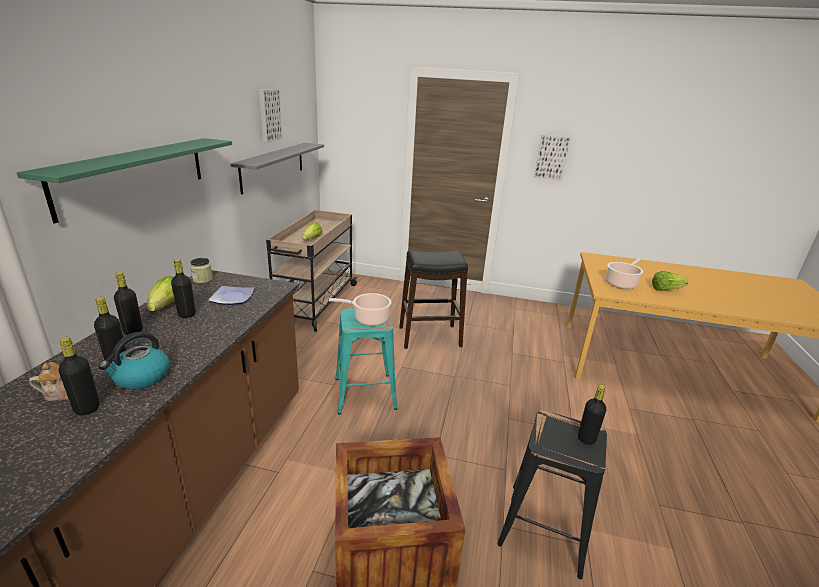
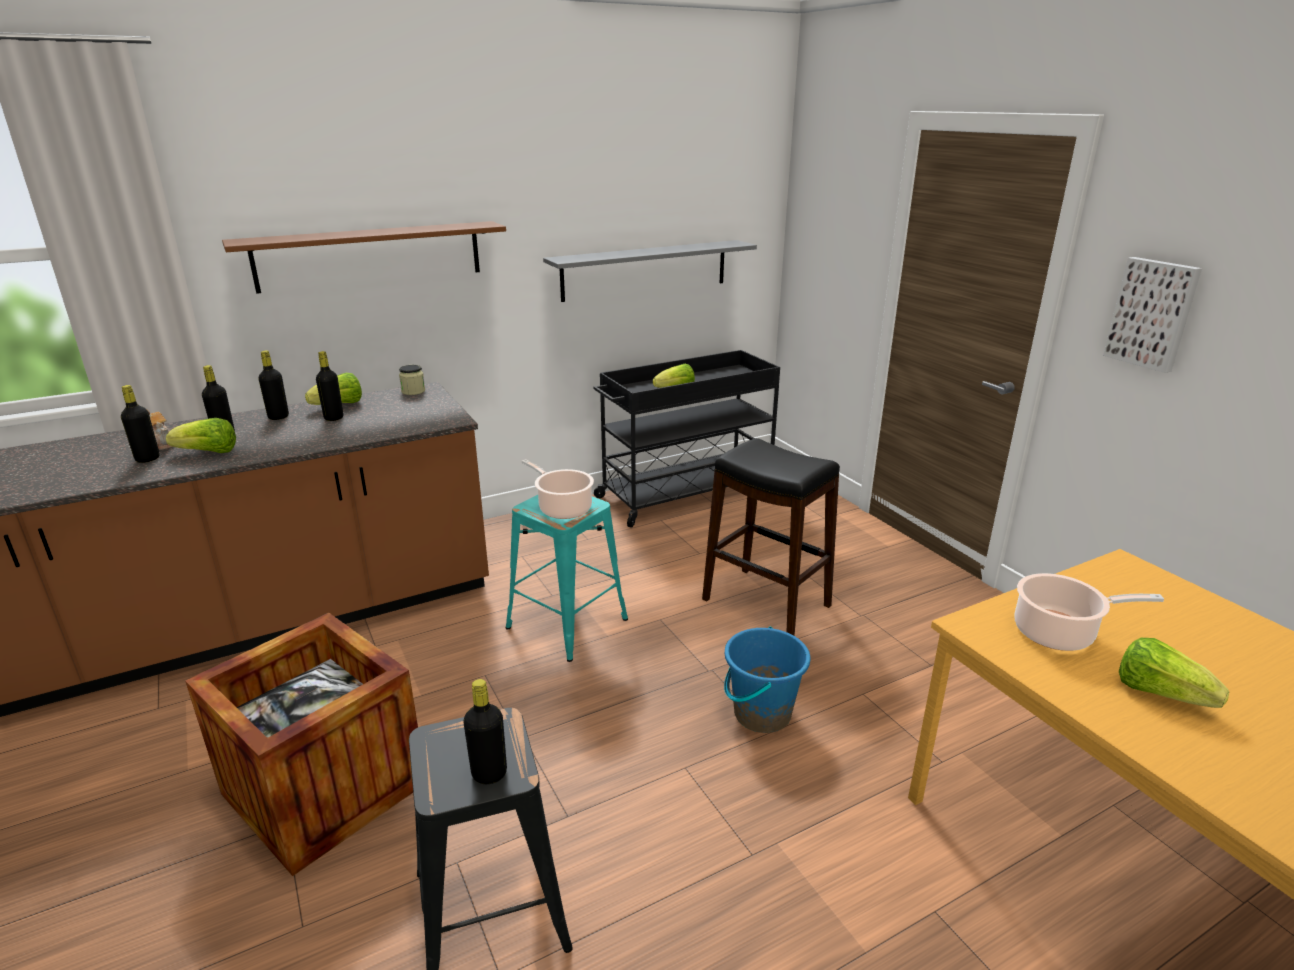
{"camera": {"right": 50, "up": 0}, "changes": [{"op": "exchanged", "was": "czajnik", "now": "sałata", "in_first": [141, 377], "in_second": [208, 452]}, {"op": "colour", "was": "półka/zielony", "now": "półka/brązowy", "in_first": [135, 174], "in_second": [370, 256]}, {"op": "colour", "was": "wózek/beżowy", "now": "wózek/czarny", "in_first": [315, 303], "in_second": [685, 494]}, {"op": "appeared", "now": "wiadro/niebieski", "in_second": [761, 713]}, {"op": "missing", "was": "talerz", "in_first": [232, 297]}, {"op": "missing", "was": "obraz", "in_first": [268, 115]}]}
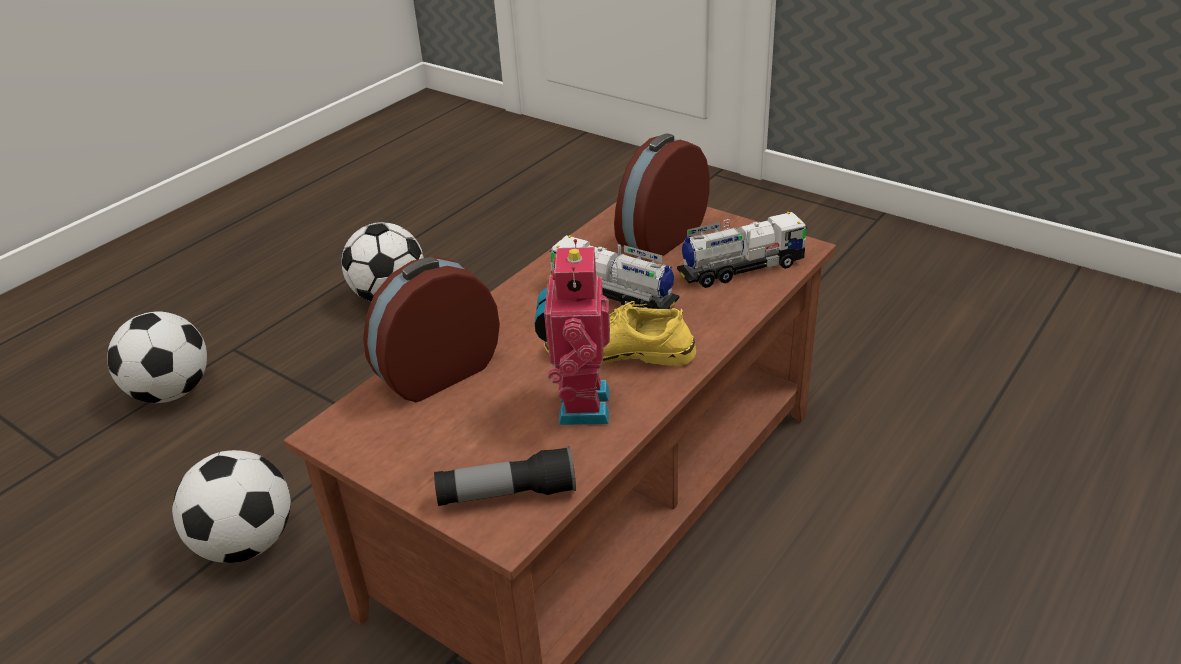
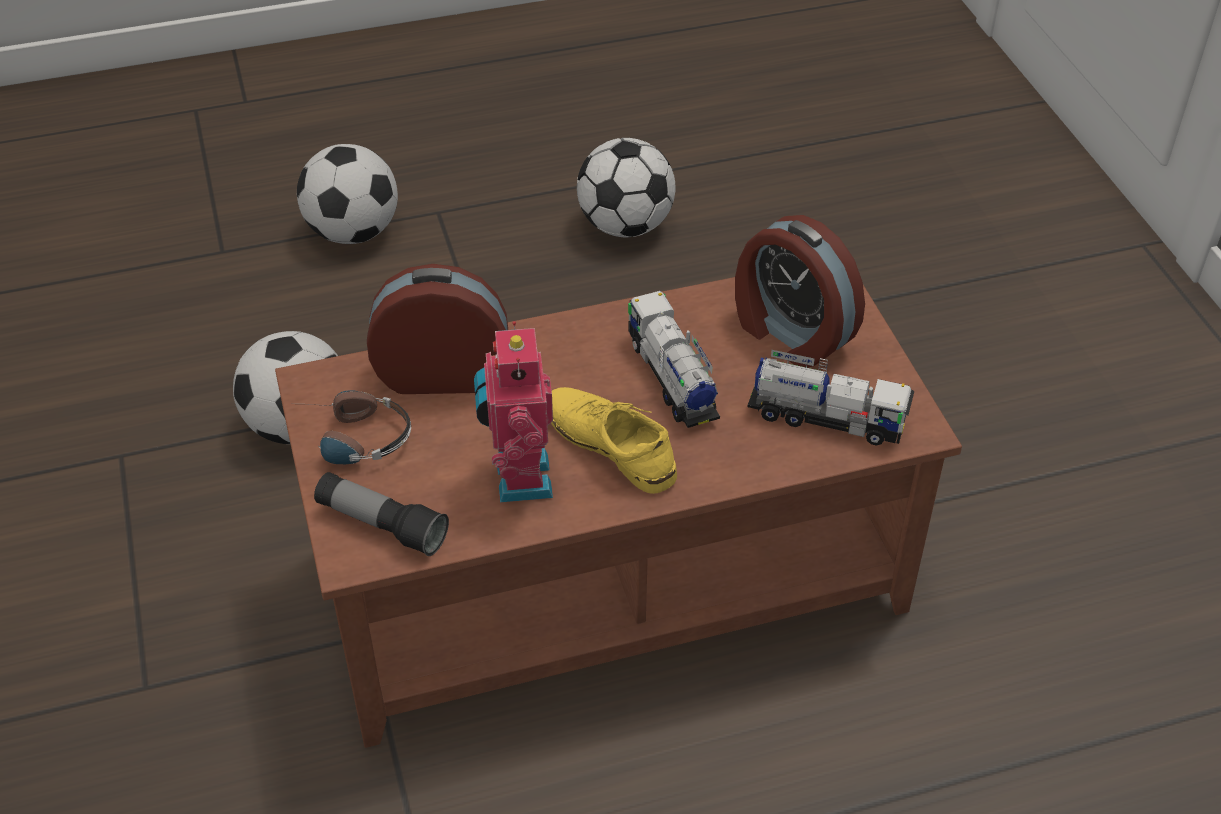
{"camera": {"right": 35, "up": 10}, "changes": [{"op": "appeared", "now": "słuchawki", "in_second": [349, 439]}, {"op": "spun", "was": "robot zabawkowy", "in_first": [579, 406], "in_second": [518, 478], "clockwise": -45}, {"op": "spun", "was": "budzik", "in_first": [659, 237], "in_second": [790, 334], "clockwise": -120}]}
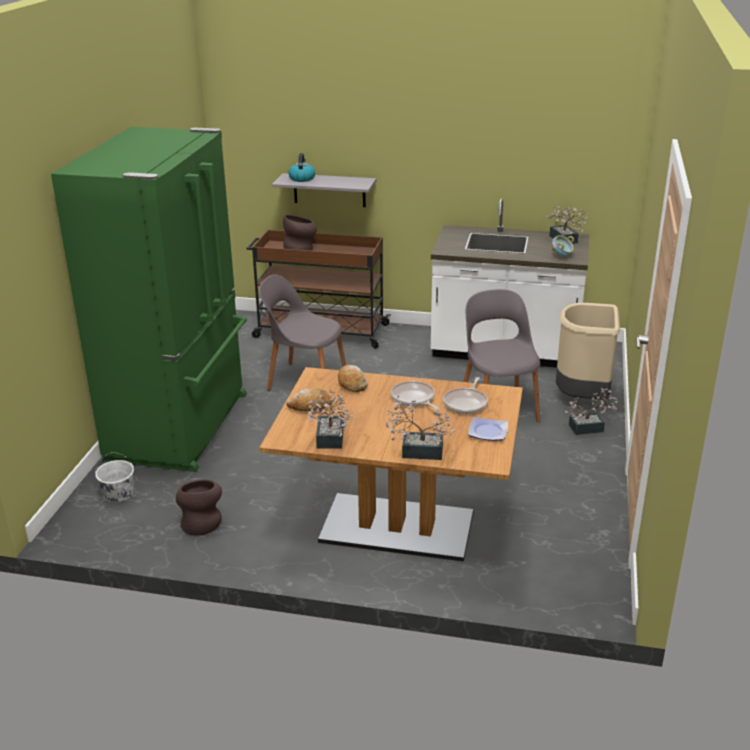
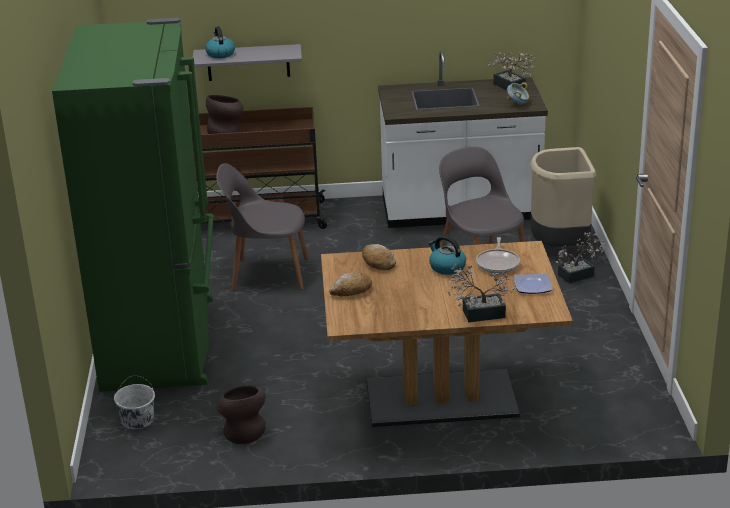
{"camera": {"right": -15, "up": 0}, "changes": [{"op": "exchanged", "was": "patelnia", "now": "czajnik", "in_first": [414, 399], "in_second": [446, 267]}, {"op": "missing", "was": "roślina doniczkowa", "in_first": [329, 440]}]}
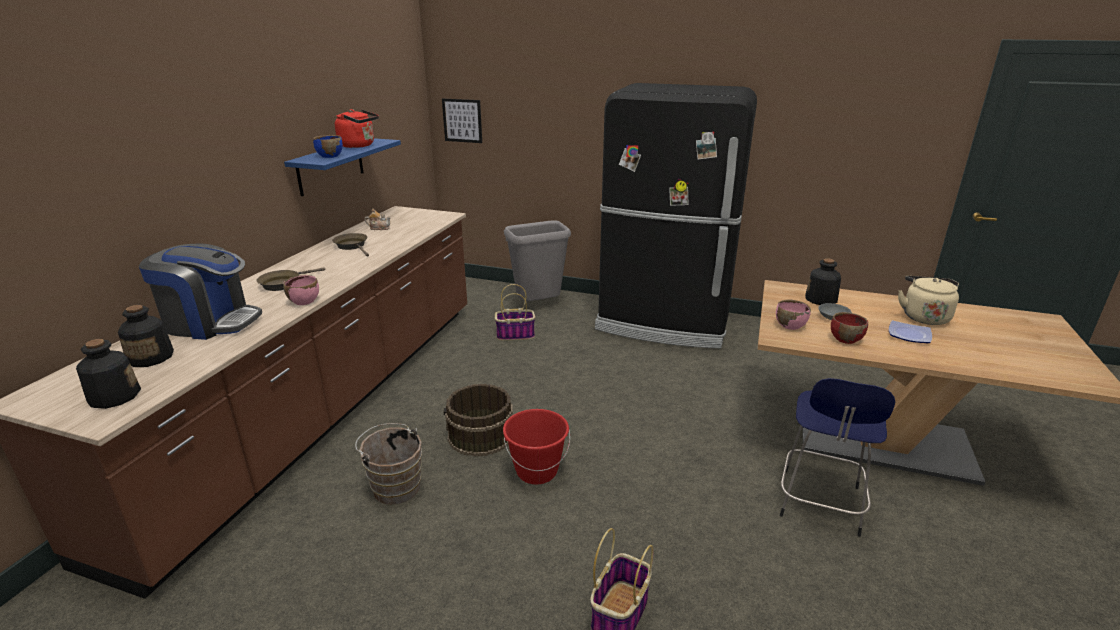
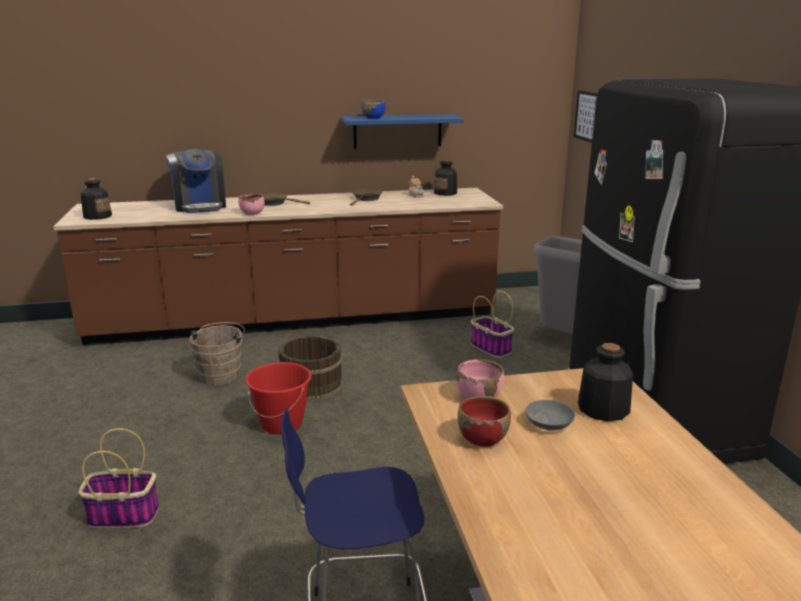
{"camera": {"right": 60, "up": -5}, "changes": [{"op": "relocated", "was": "butelka", "in_first": [151, 357], "in_second": [445, 193]}, {"op": "missing", "was": "czajnik/czerwony", "in_first": [359, 145]}, {"op": "missing", "was": "talerz", "in_first": [910, 335]}, {"op": "missing", "was": "czajnik/beżowy", "in_first": [924, 316]}]}
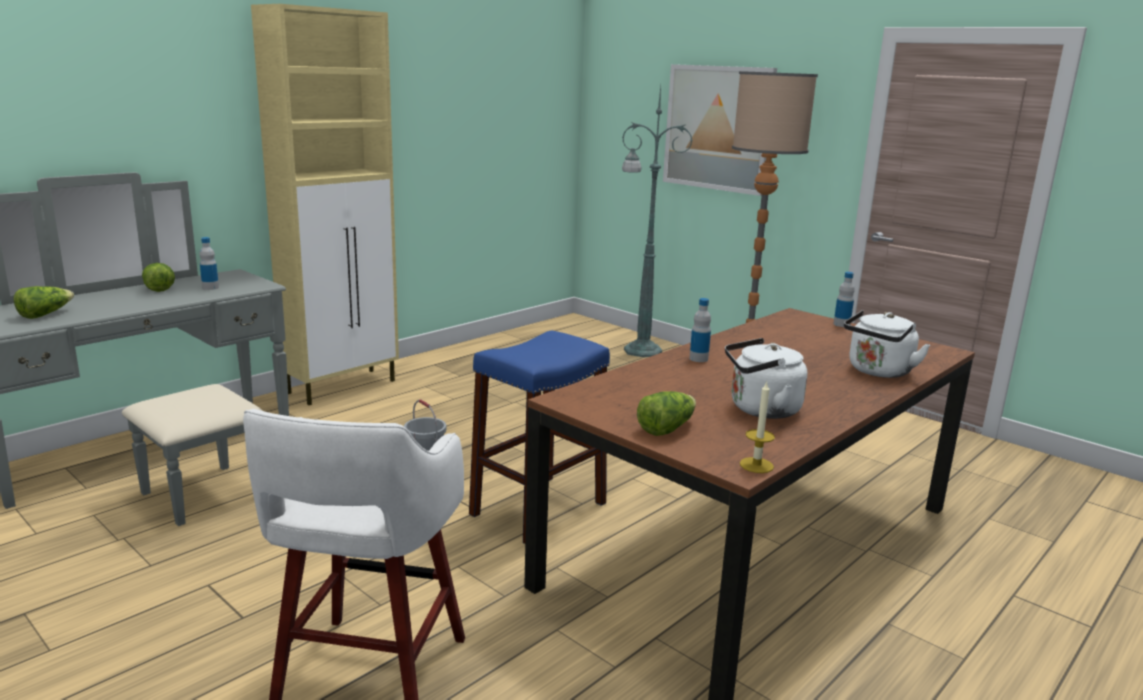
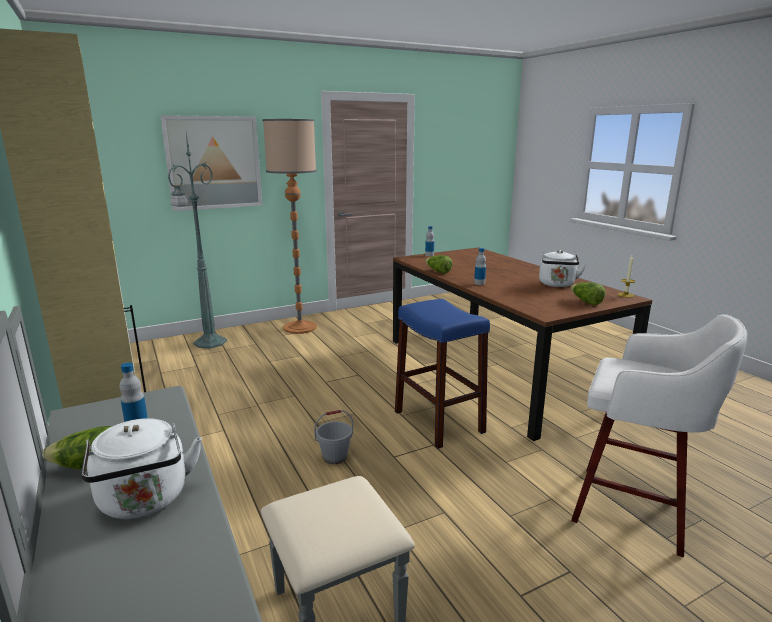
{"camera": {"right": -70, "up": 0}, "changes": [{"op": "relocated", "was": "czajnik/biały", "in_first": [878, 372], "in_second": [145, 501]}, {"op": "relocated", "was": "sałata", "in_first": [45, 314], "in_second": [438, 271]}]}
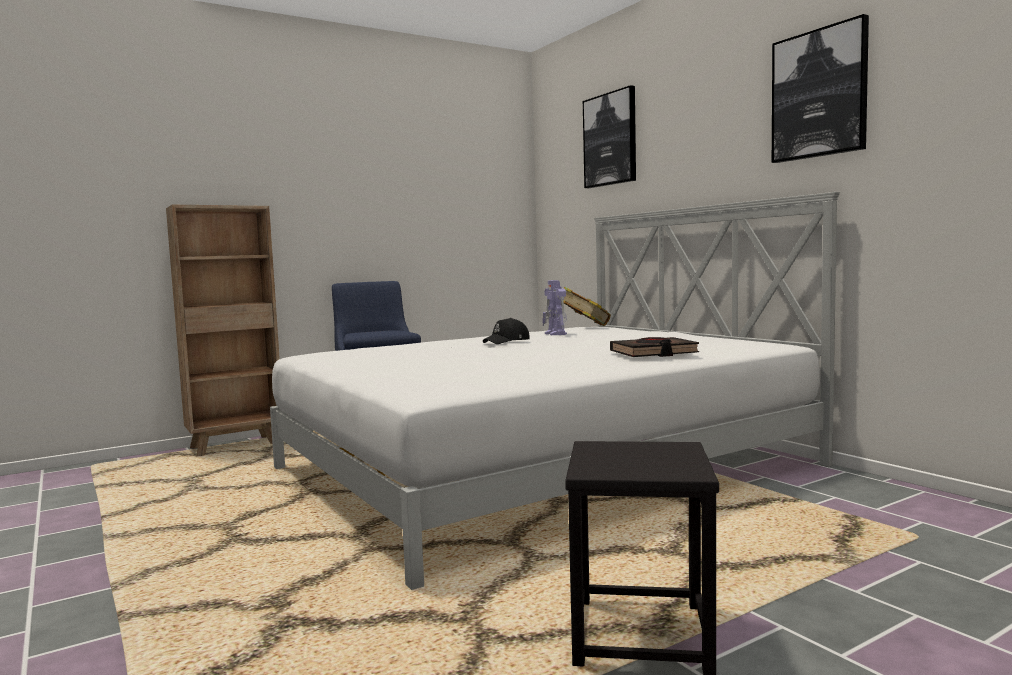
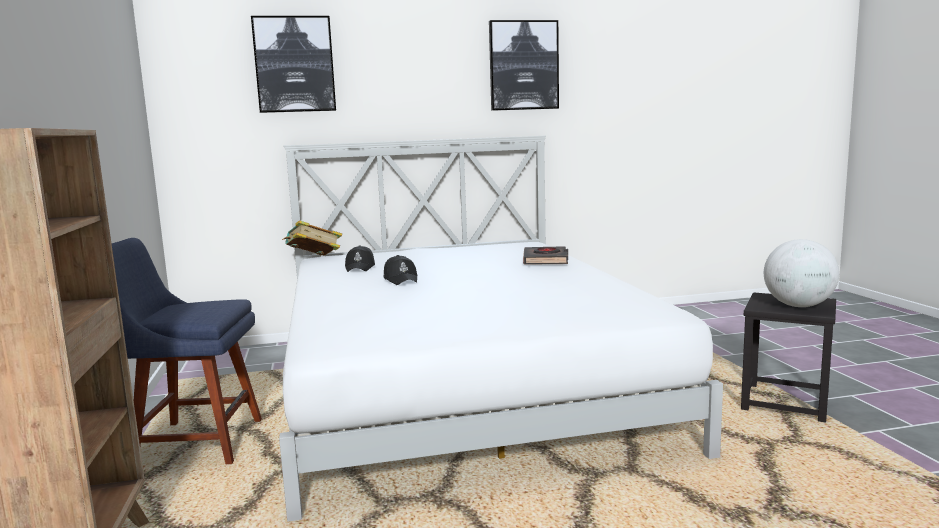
{"camera": {"right": -70, "up": 5}, "changes": [{"op": "exchanged", "was": "robot zabawkowy", "now": "czapka z daszkiem/czarny", "in_first": [556, 334], "in_second": [360, 267]}, {"op": "appeared", "now": "globus", "in_second": [798, 306]}]}
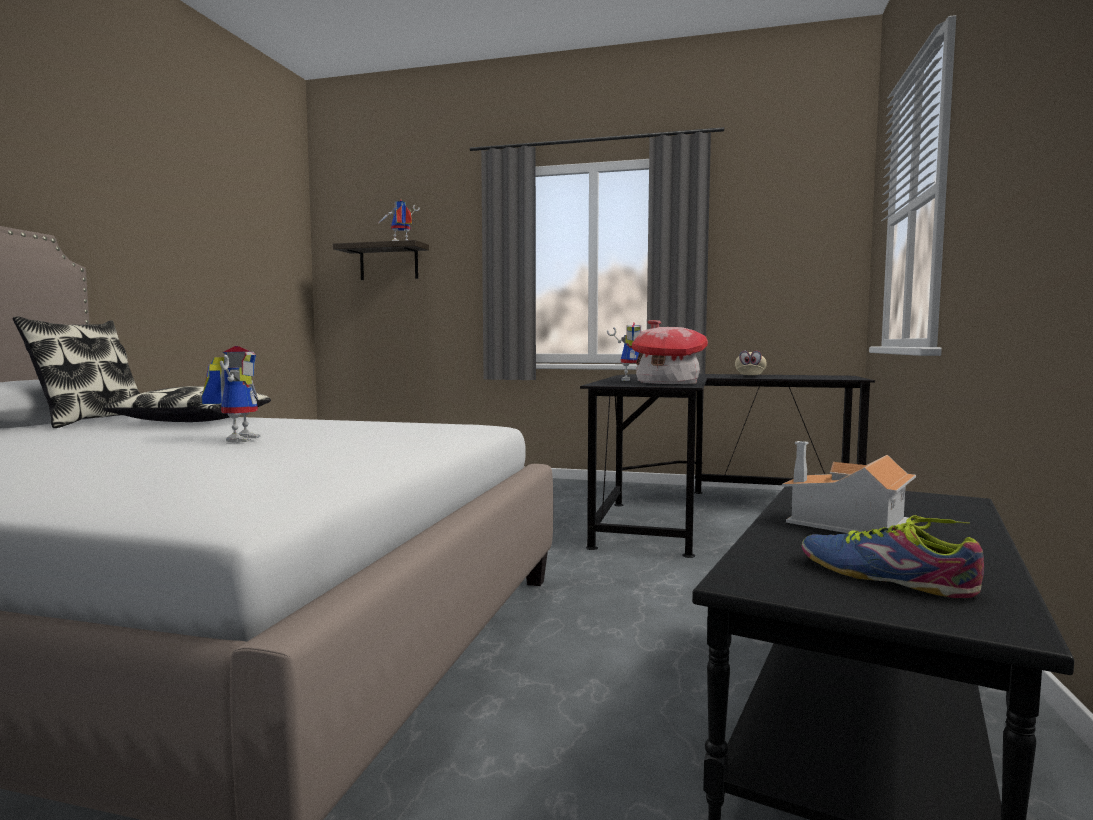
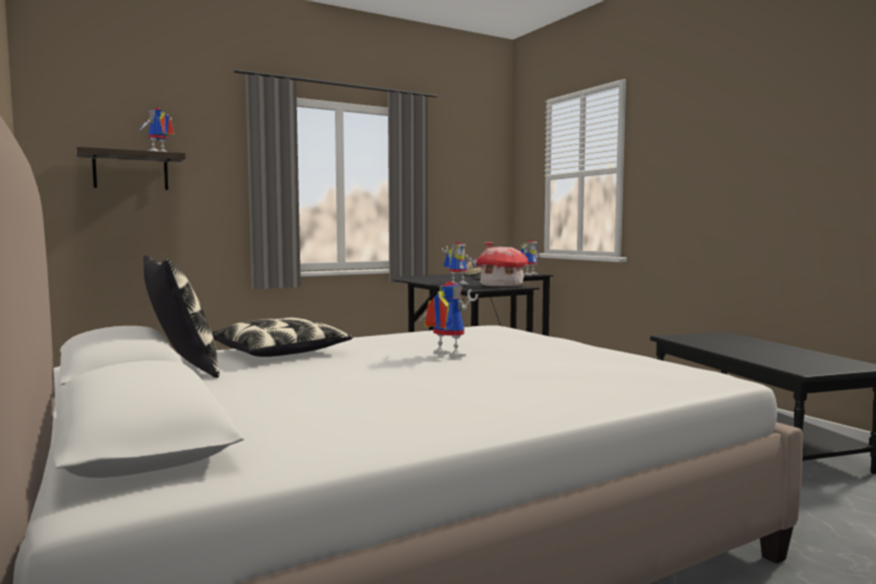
{"camera": {"right": -45, "up": 0}, "changes": [{"op": "appeared", "now": "robot zabawkowy", "in_second": [529, 274]}, {"op": "missing", "was": "domek", "in_first": [849, 524]}, {"op": "missing", "was": "but", "in_first": [885, 577]}]}
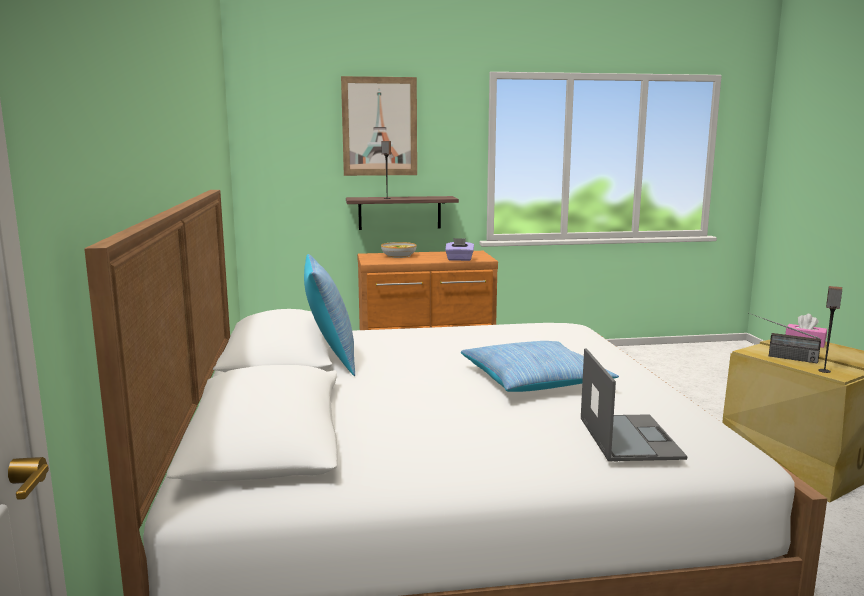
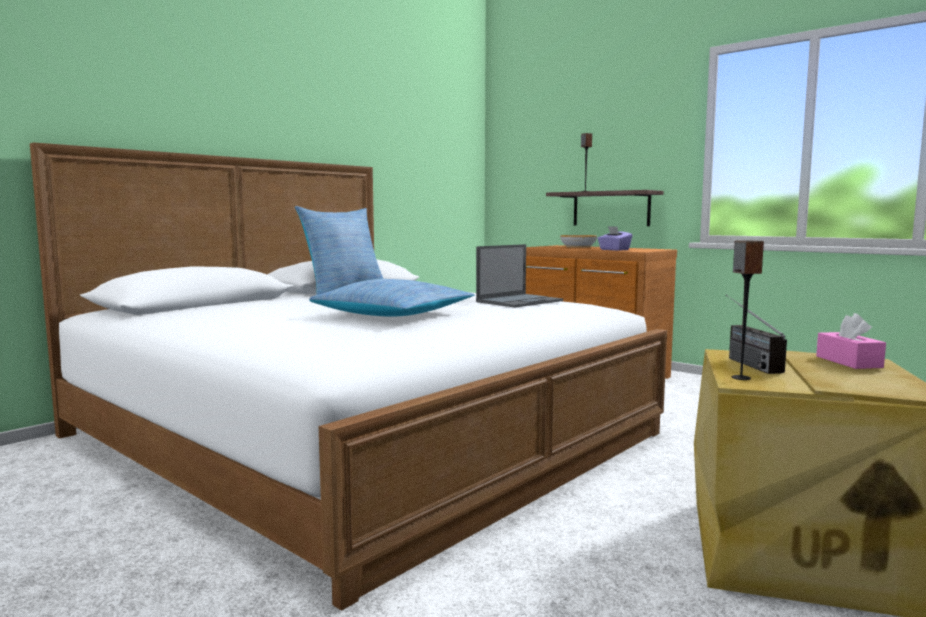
{"camera": {"right": 50, "up": -5}, "changes": [{"op": "relocated", "was": "laptop", "in_first": [628, 437], "in_second": [520, 301]}, {"op": "missing", "was": "obraz", "in_first": [379, 126]}]}
